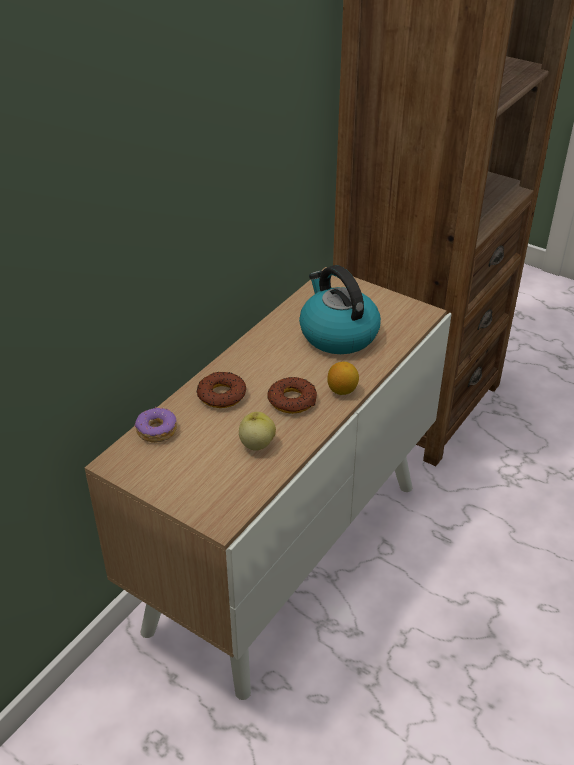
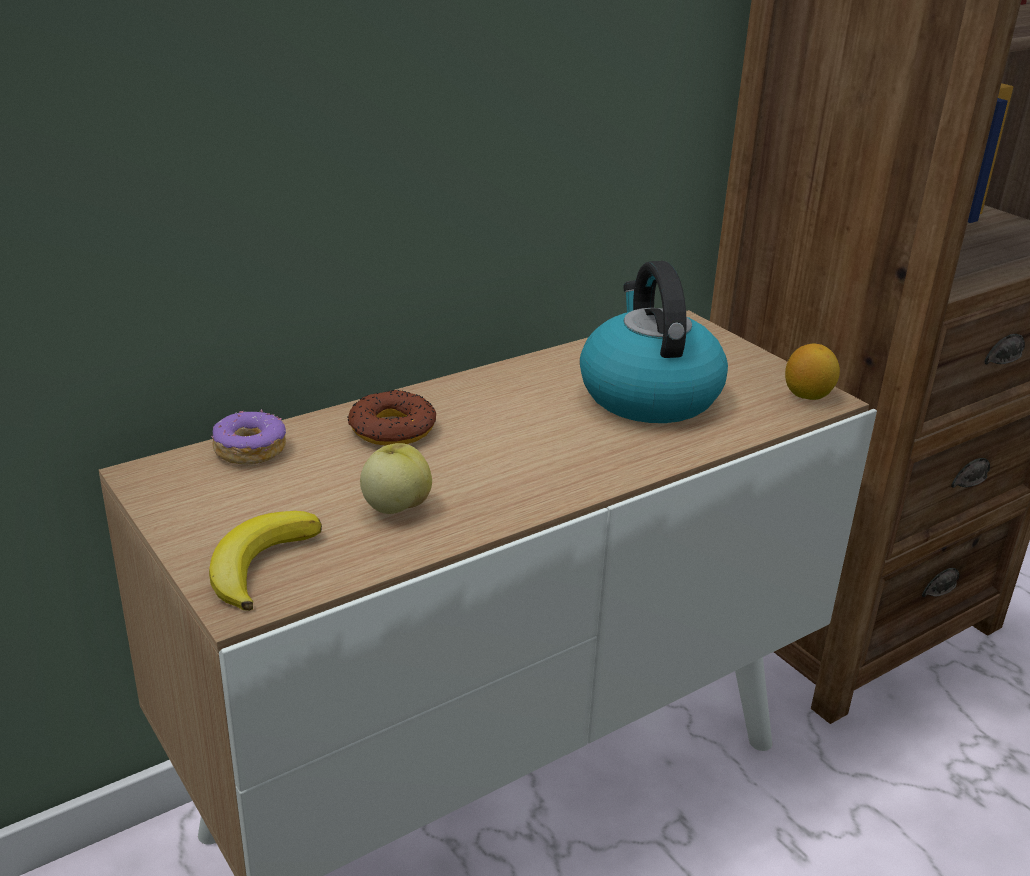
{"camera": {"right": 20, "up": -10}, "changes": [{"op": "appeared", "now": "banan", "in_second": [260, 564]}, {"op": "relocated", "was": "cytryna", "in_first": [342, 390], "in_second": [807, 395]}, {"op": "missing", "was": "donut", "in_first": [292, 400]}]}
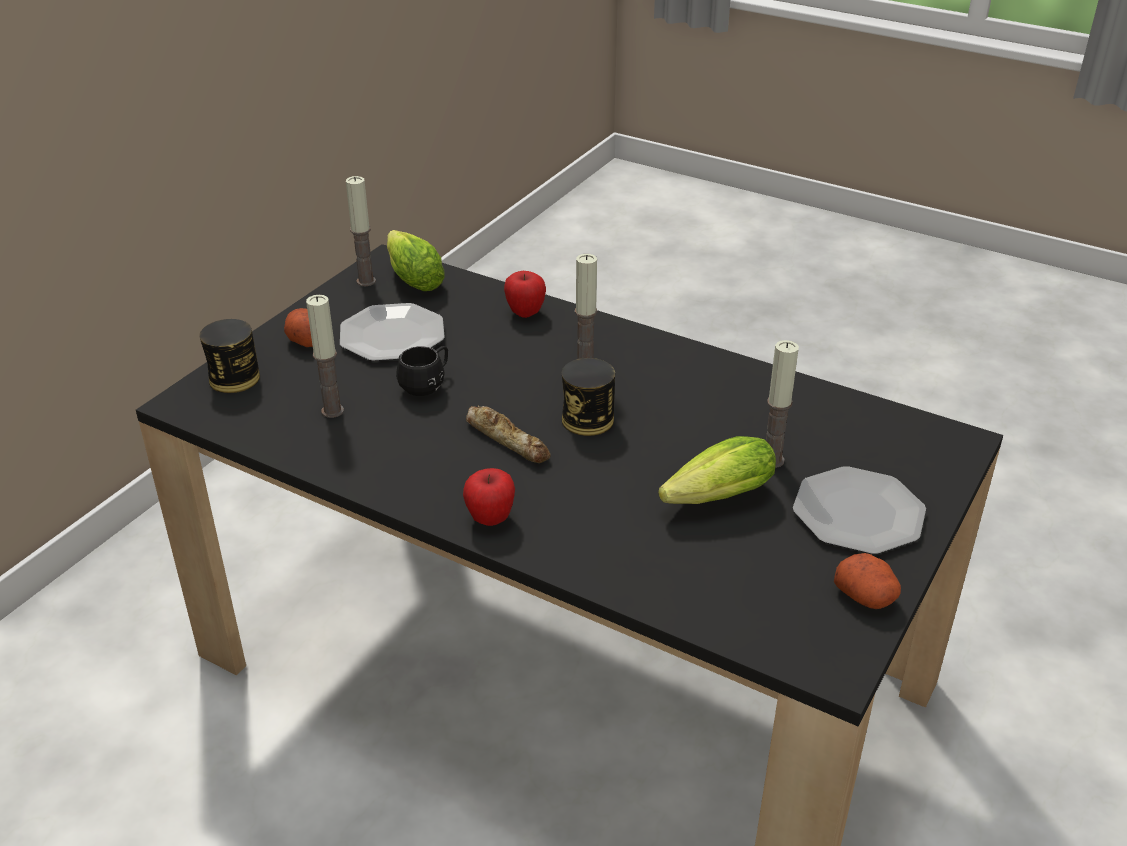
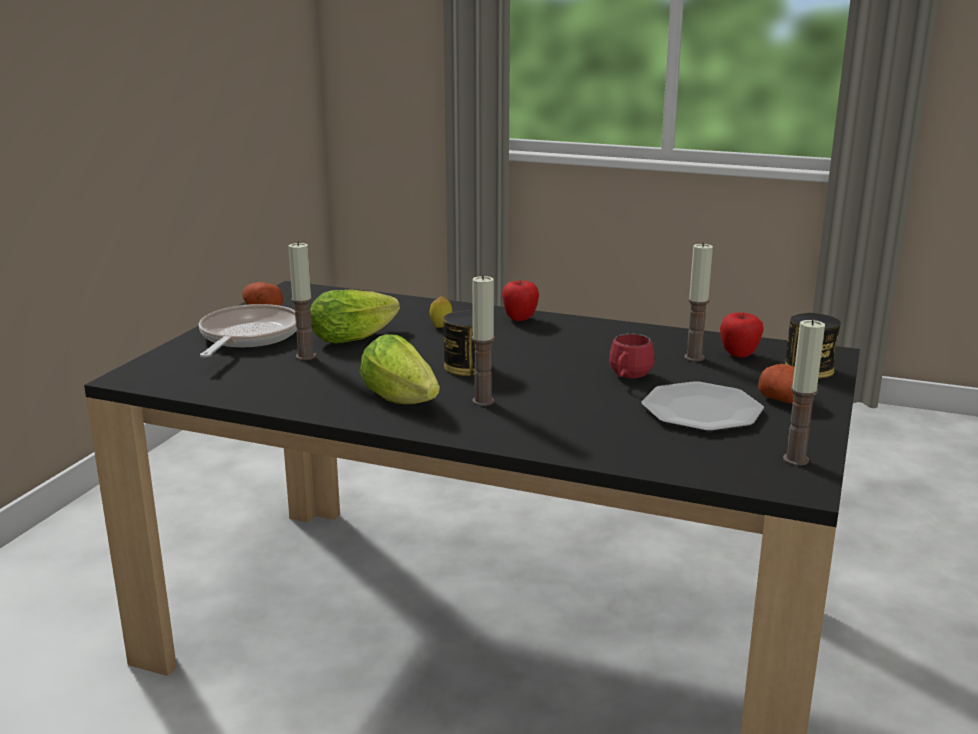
{"camera": {"right": 170, "up": -15}, "changes": [{"op": "exchanged", "was": "talerz", "now": "patelnia", "in_first": [858, 513], "in_second": [247, 337]}, {"op": "relocated", "was": "sałata", "in_first": [412, 277], "in_second": [403, 399]}, {"op": "appeared", "now": "cytryna", "in_second": [441, 327]}, {"op": "colour", "was": "kubek/czarny", "now": "kubek/czerwony", "in_first": [427, 385], "in_second": [628, 378]}, {"op": "relocated", "was": "jabłko", "in_first": [525, 313], "in_second": [739, 355]}, {"op": "missing", "was": "chleb", "in_first": [507, 440]}]}
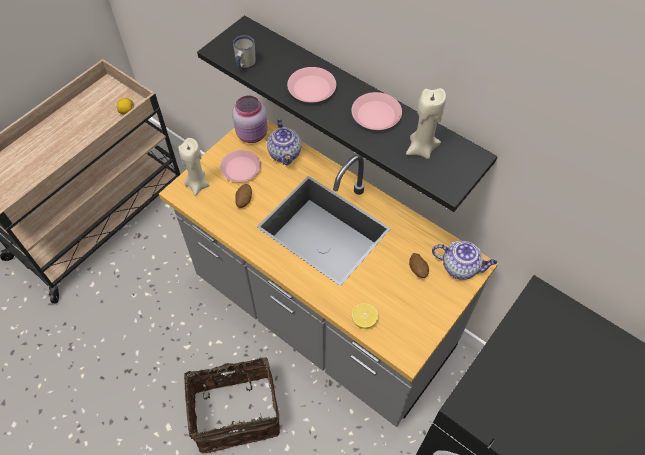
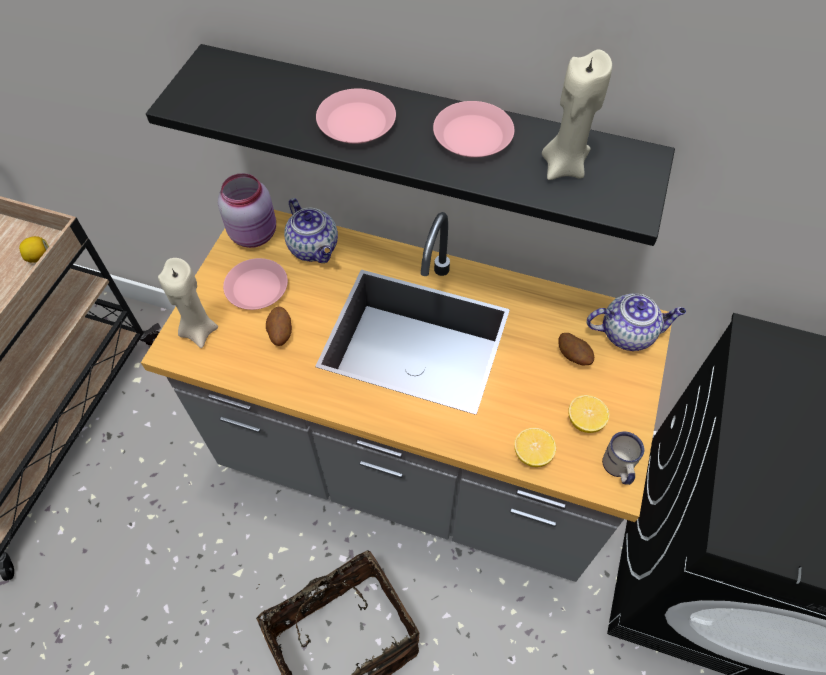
{"camera": {"right": -20, "up": 0}, "changes": [{"op": "appeared", "now": "cytryna", "in_second": [585, 421]}, {"op": "relocated", "was": "kubek/biały", "in_first": [244, 65], "in_second": [617, 469]}]}
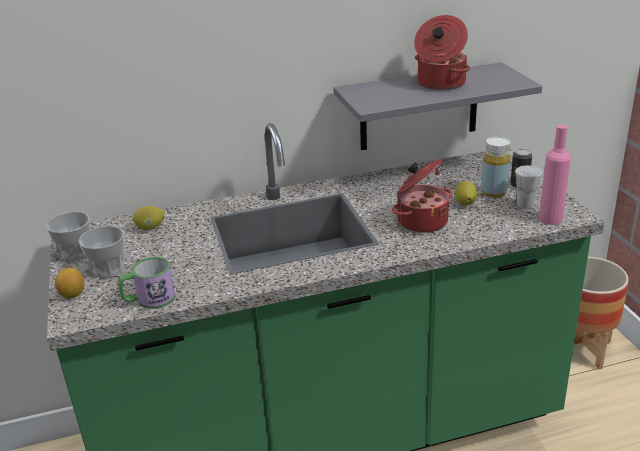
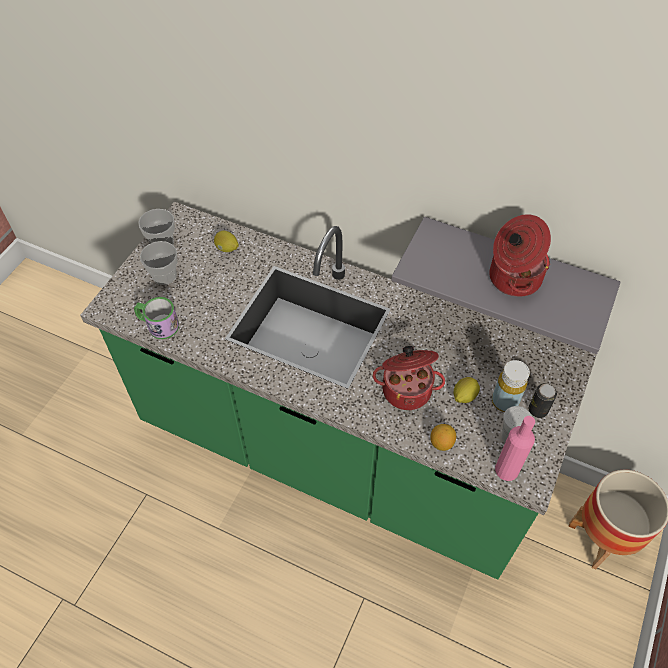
{"camera": {"right": 40, "up": 25}, "changes": [{"op": "relocated", "was": "cytryna", "in_first": [72, 294], "in_second": [441, 443]}]}
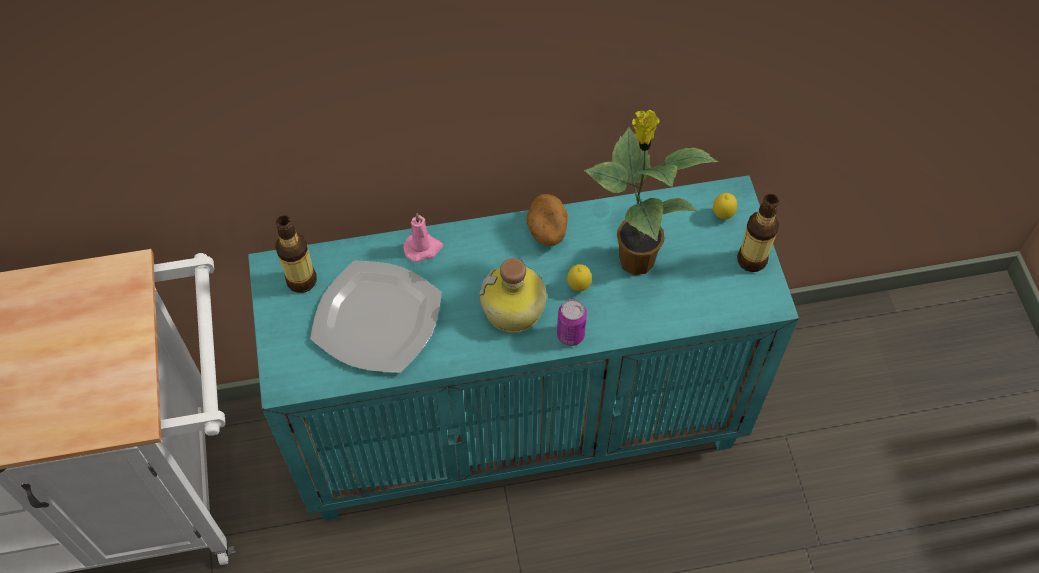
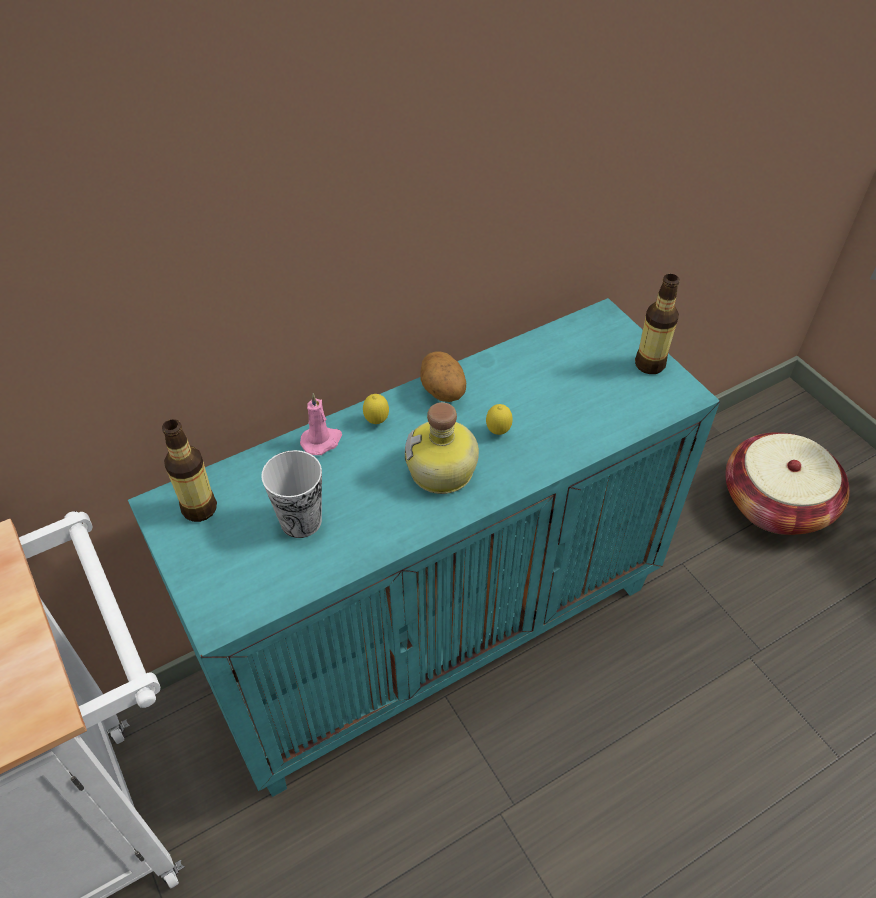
{"camera": {"right": -20, "up": -10}, "changes": [{"op": "exchanged", "was": "talerz", "now": "filiżanka", "in_first": [378, 318], "in_second": [301, 521]}, {"op": "relocated", "was": "cytryna", "in_first": [722, 215], "in_second": [376, 421]}, {"op": "appeared", "now": "koszyk", "in_second": [775, 503]}, {"op": "missing", "was": "puszka", "in_first": [570, 335]}, {"op": "missing", "was": "roślina doniczkowa", "in_first": [634, 258]}]}
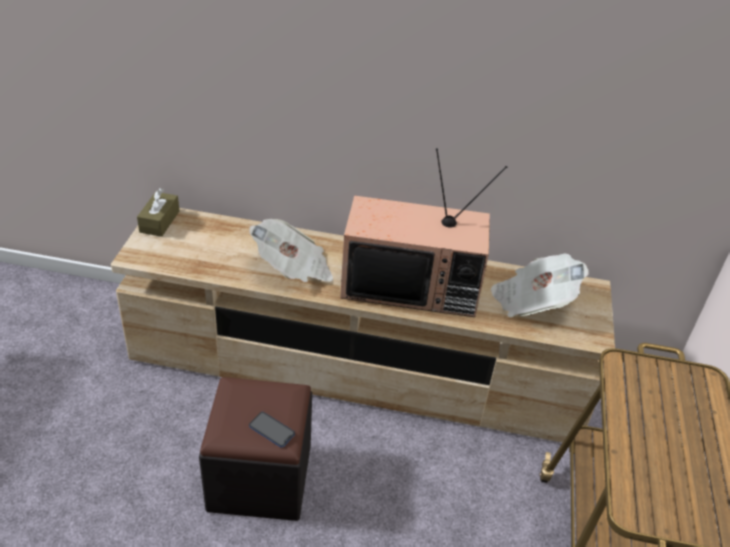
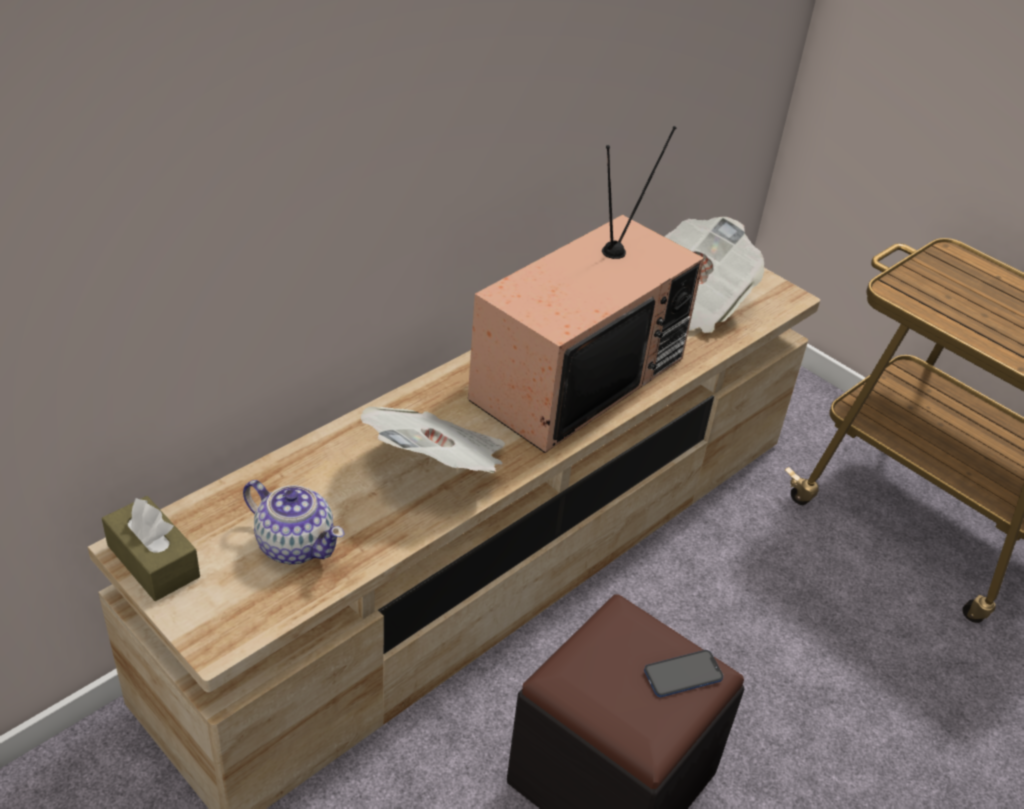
{"camera": {"right": -55, "up": 0}, "changes": [{"op": "appeared", "now": "imbryk", "in_second": [295, 544]}]}
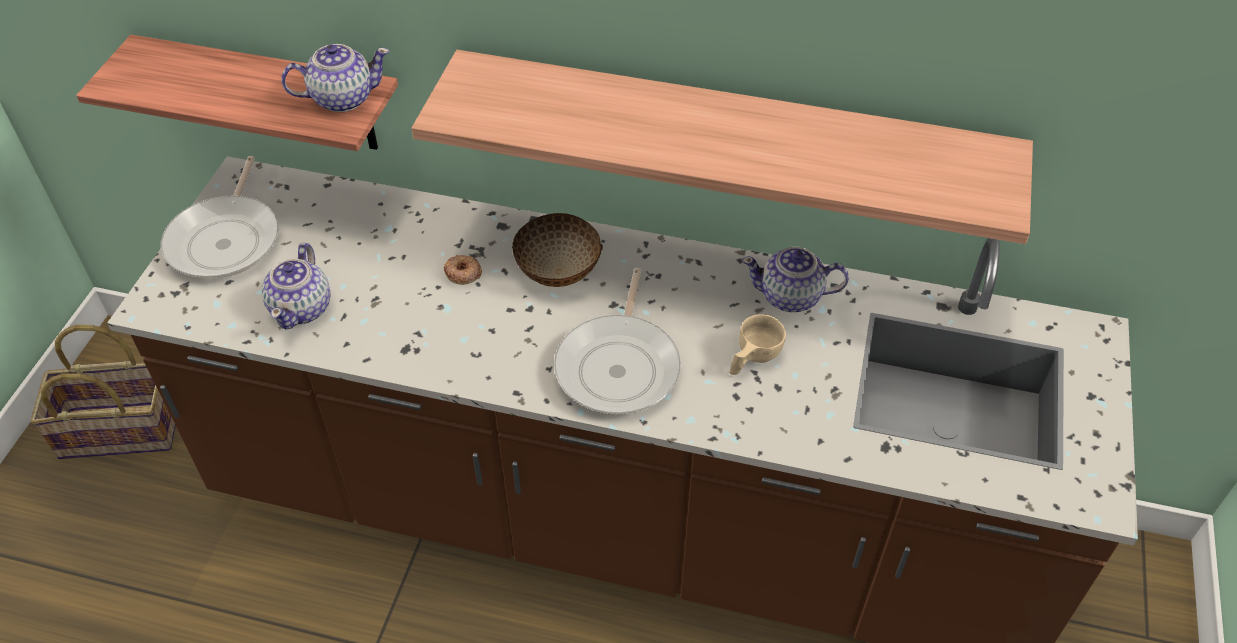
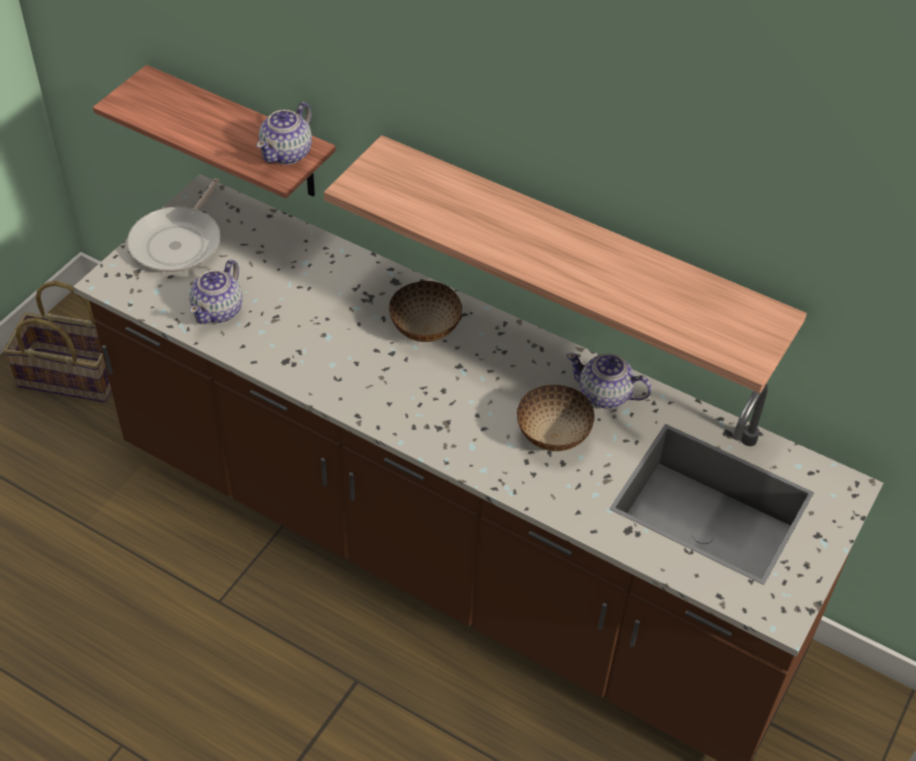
{"camera": {"right": 15, "up": 0}, "changes": [{"op": "spun", "was": "imbryk", "in_first": [342, 98], "in_second": [287, 153], "clockwise": 120}, {"op": "exchanged", "was": "filiżanka/beżowy", "now": "miska", "in_first": [752, 359], "in_second": [551, 436]}, {"op": "missing", "was": "donut", "in_first": [463, 273]}, {"op": "missing", "was": "patelnia", "in_first": [619, 365]}]}
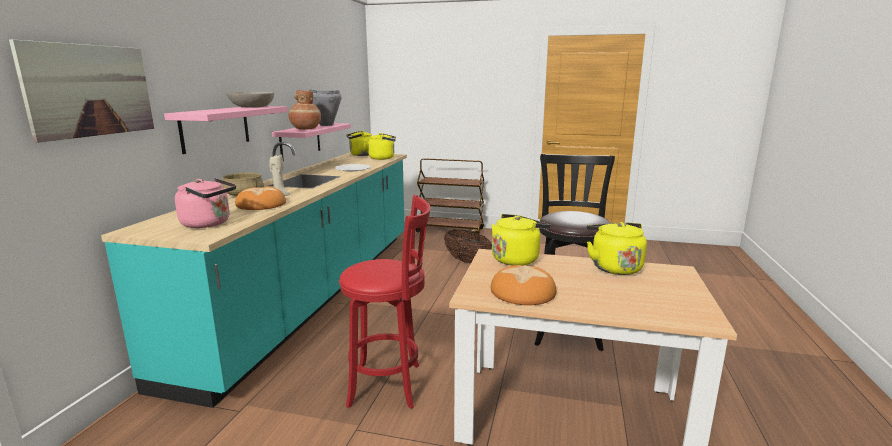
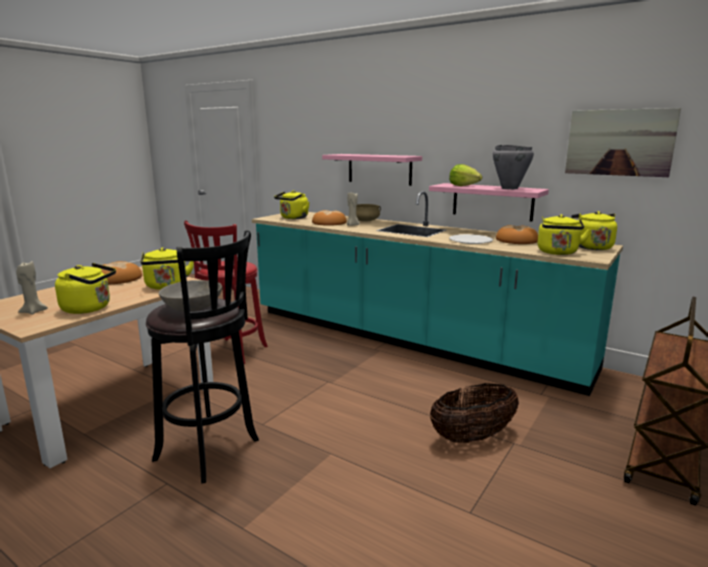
{"camera": {"right": 110, "up": 0}, "changes": [{"op": "appeared", "now": "świeca/beżowy", "in_second": [33, 312]}, {"op": "relocated", "was": "miska/szary", "in_first": [252, 107], "in_second": [192, 307]}, {"op": "colour", "was": "czajnik/różowy", "now": "czajnik/żółty", "in_first": [209, 224], "in_second": [293, 218]}, {"op": "exchanged", "was": "wazon/brązowy", "now": "sałata", "in_first": [305, 129], "in_second": [463, 186]}, {"op": "appeared", "now": "chleb", "in_second": [516, 240]}, {"op": "relocated", "was": "obraz", "in_first": [90, 90], "in_second": [619, 142]}]}
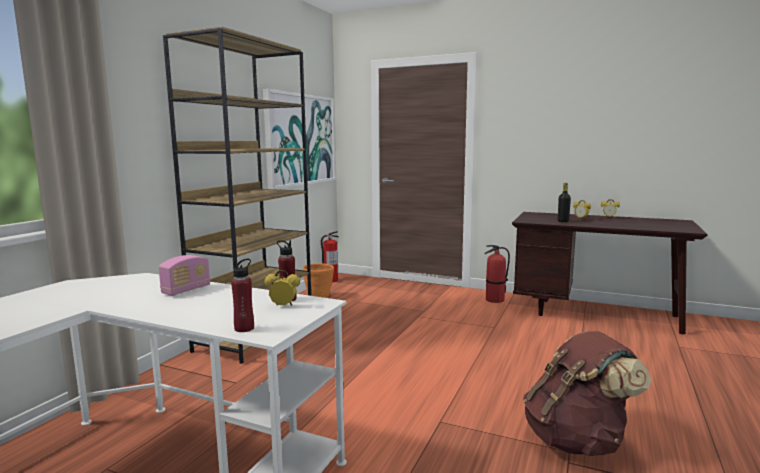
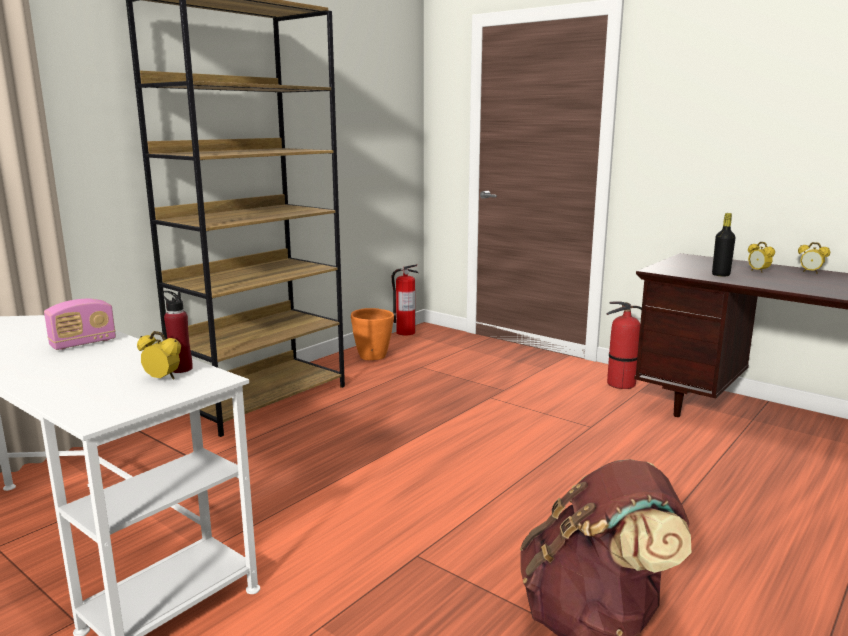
{"camera": {"right": 15, "up": 5}, "changes": [{"op": "missing", "was": "butelka/czerwony", "in_first": [244, 328]}, {"op": "missing", "was": "obraz", "in_first": [301, 140]}]}
